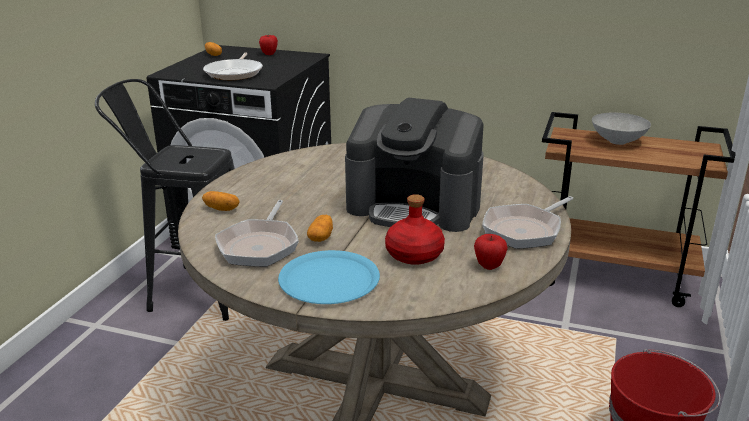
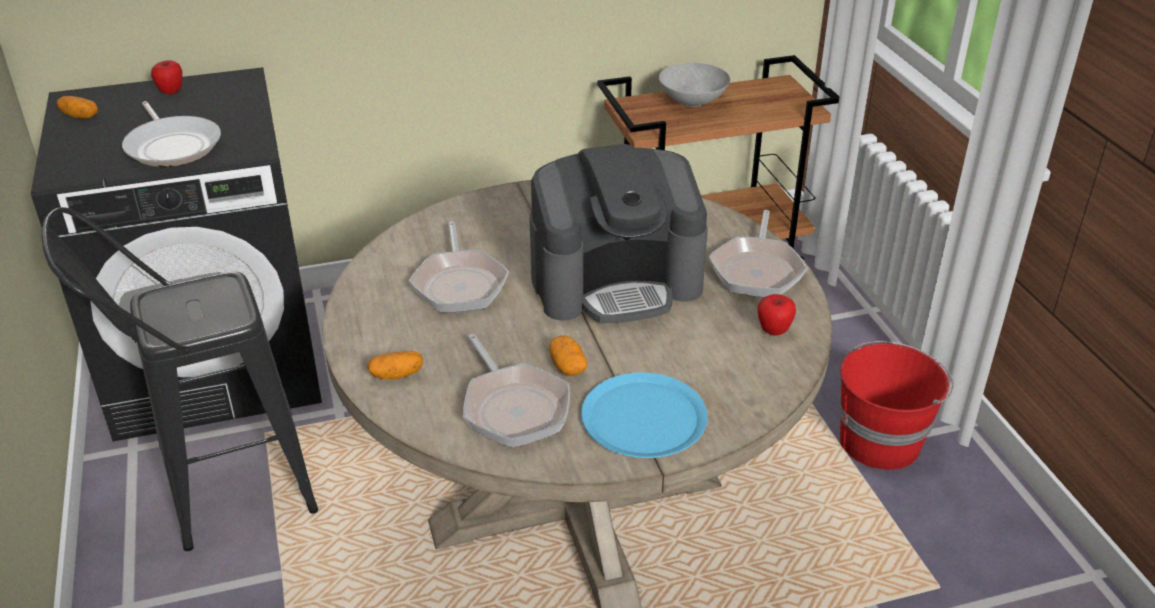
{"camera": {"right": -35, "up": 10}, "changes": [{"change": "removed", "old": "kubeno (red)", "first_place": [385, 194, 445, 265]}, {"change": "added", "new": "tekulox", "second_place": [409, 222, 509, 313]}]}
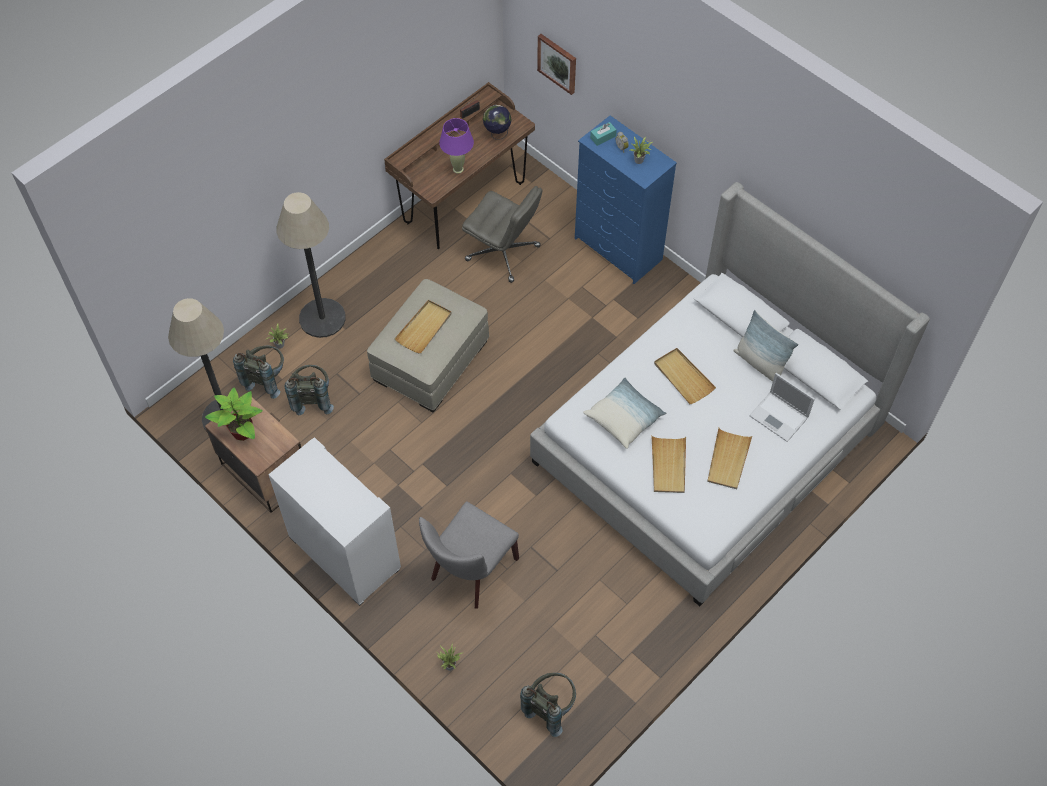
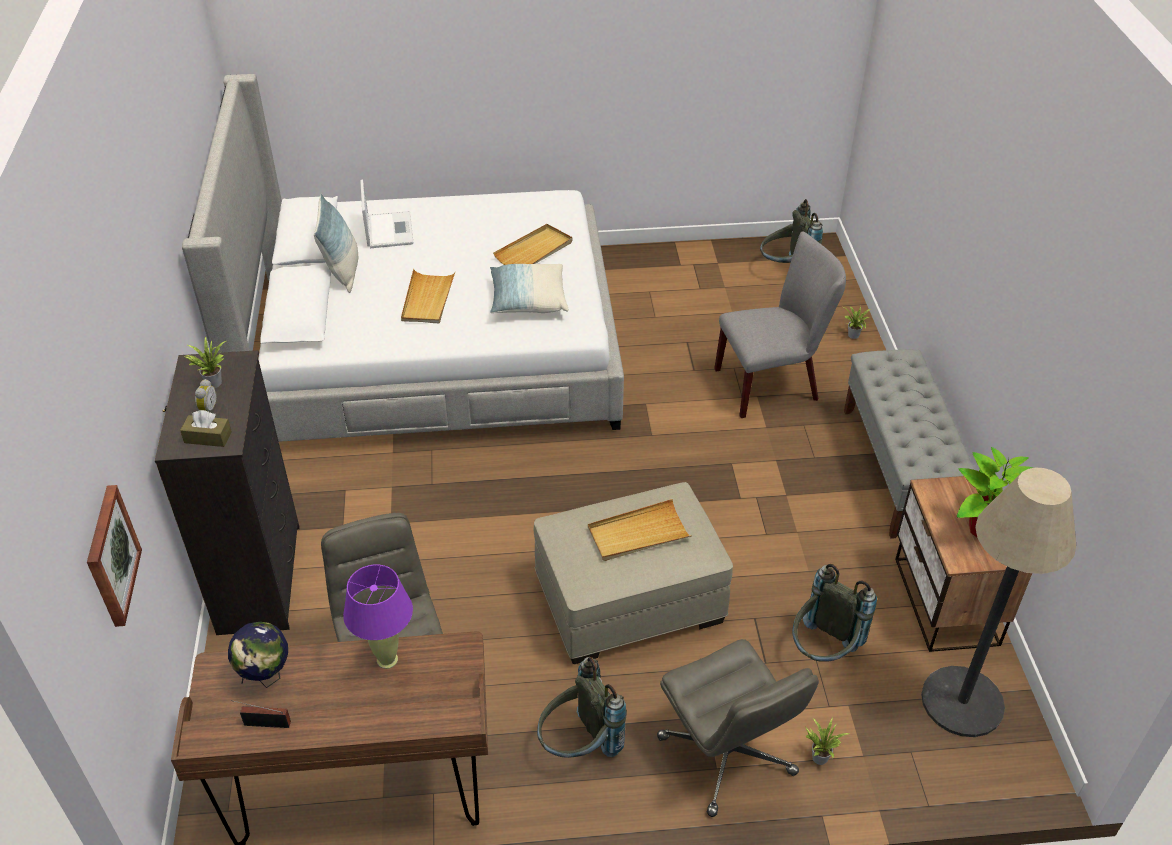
{"camera": {"right": -140, "up": -15}, "changes": [{"change": "moved", "old": "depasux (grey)", "first_place": [233, 345, 284, 399], "second_place": [537, 657, 627, 758]}, {"change": "replaced", "old": "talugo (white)", "new": "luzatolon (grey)", "first_place": [268, 437, 401, 606], "second_place": [844, 349, 975, 539]}, {"change": "replaced", "old": "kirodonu", "new": "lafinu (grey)", "first_place": [277, 192, 346, 338], "second_place": [657, 639, 819, 817]}, {"change": "recoloured", "old": "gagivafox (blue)", "new": "gagivafox (black)", "first_place": [575, 115, 677, 284], "second_place": [155, 350, 300, 635]}, {"change": "recoloured", "old": "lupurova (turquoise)", "new": "lupurova (brown)", "first_place": [590, 122, 617, 146], "second_place": [180, 410, 232, 447]}, {"change": "removed", "old": "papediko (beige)", "first_place": [707, 428, 752, 489]}]}
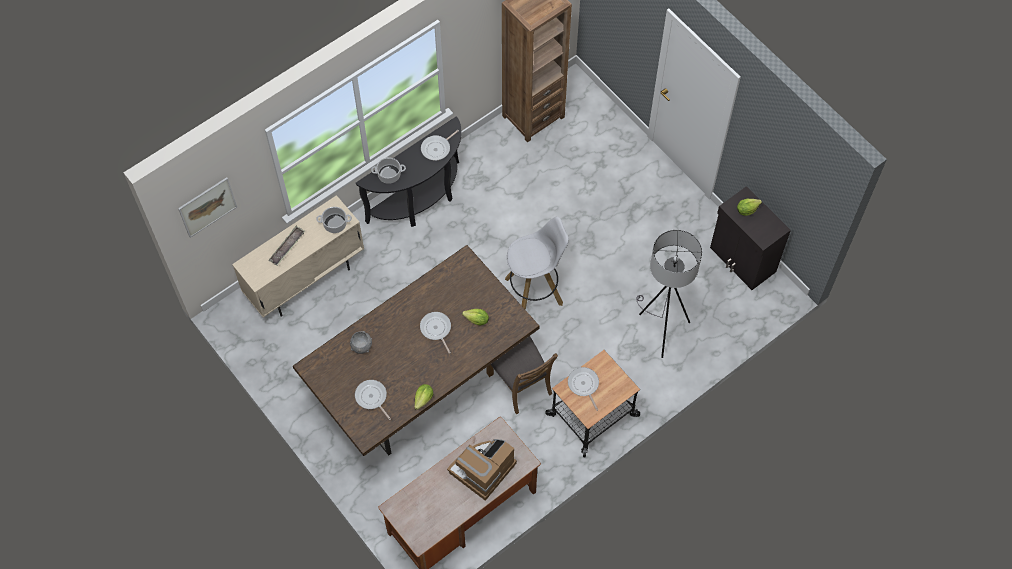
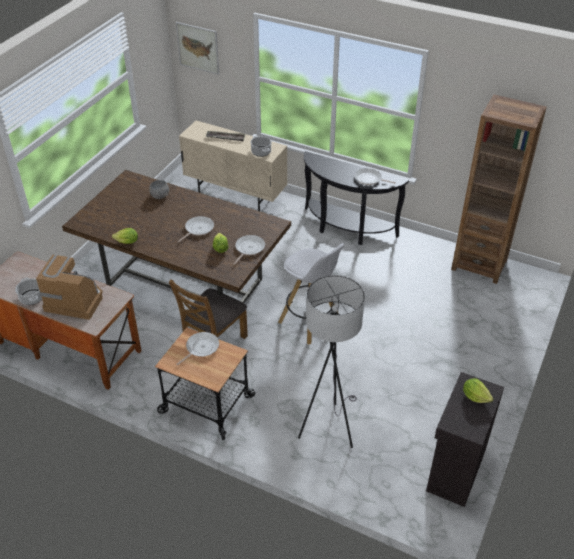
{"camera": {"right": 65, "up": -20}, "changes": [{"change": "moved", "old": "tekulox", "first_place": [355, 380, 391, 420], "second_place": [234, 235, 265, 265]}, {"change": "moved", "old": "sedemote", "first_place": [371, 157, 406, 184], "second_place": [15, 277, 42, 305]}]}
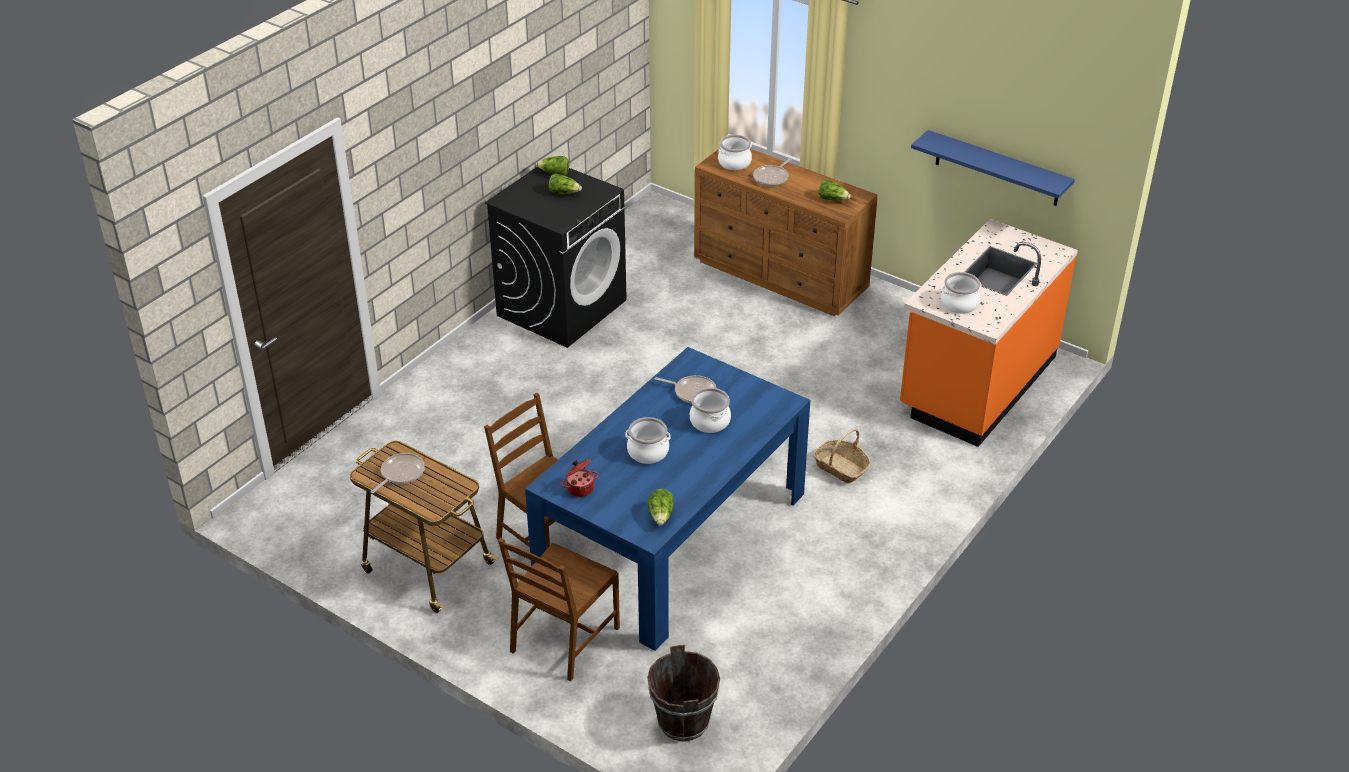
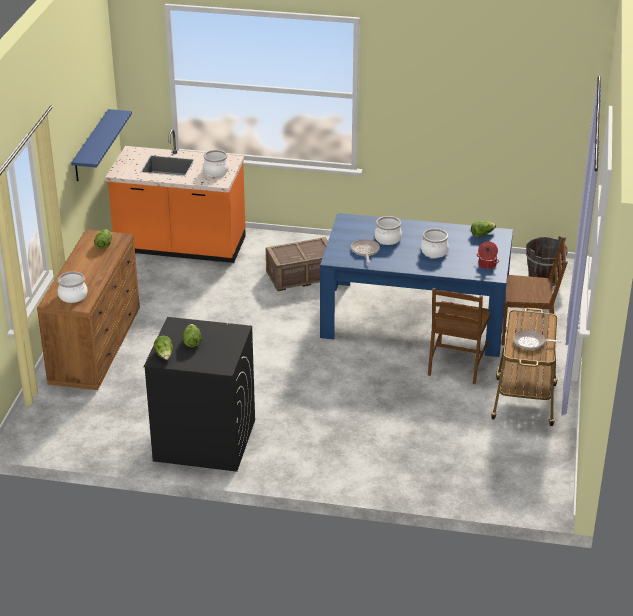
{"camera": {"right": -115, "up": -5}, "changes": [{"change": "removed", "old": "tekulox", "first_place": [753, 158, 792, 186]}, {"change": "replaced", "old": "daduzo", "new": "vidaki", "first_place": [813, 429, 871, 484], "second_place": [266, 237, 328, 291]}]}
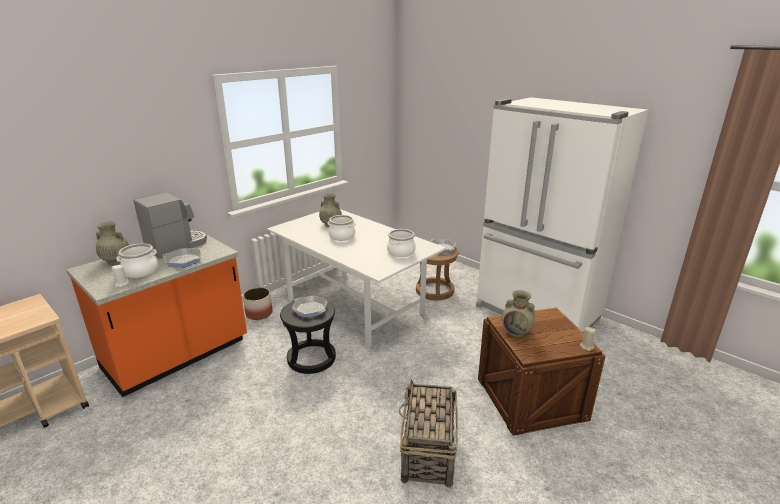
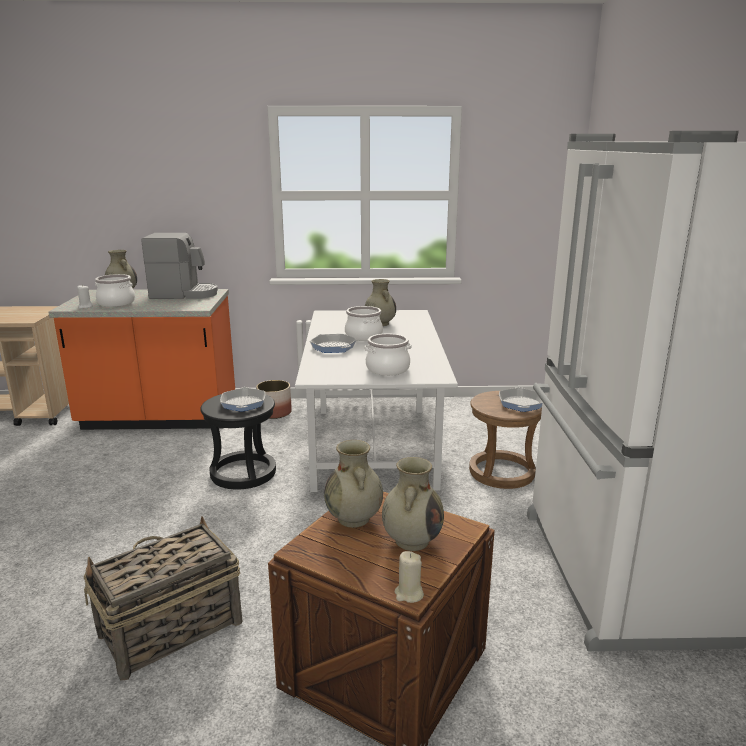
{"camera": {"right": 45, "up": -5}, "changes": [{"change": "moved", "old": "tekulox", "first_place": [163, 248, 204, 268], "second_place": [310, 334, 357, 353]}, {"change": "added", "new": "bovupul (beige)", "second_place": [382, 457, 444, 551]}]}
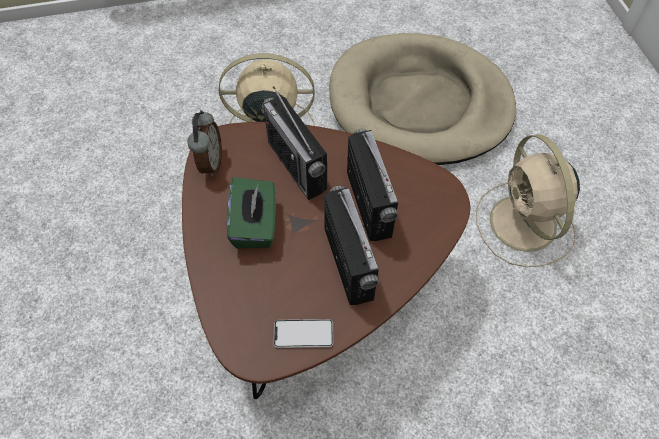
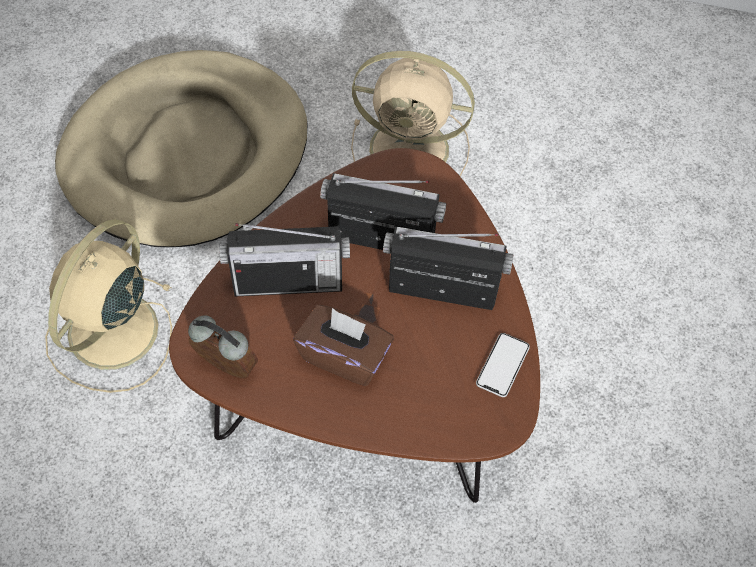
{"camera": {"right": -65, "up": 0}, "changes": [{"change": "recoloured", "old": "lupurova (green)", "new": "lupurova (brown)", "first_place": [227, 177, 276, 249], "second_place": [293, 304, 394, 386]}]}
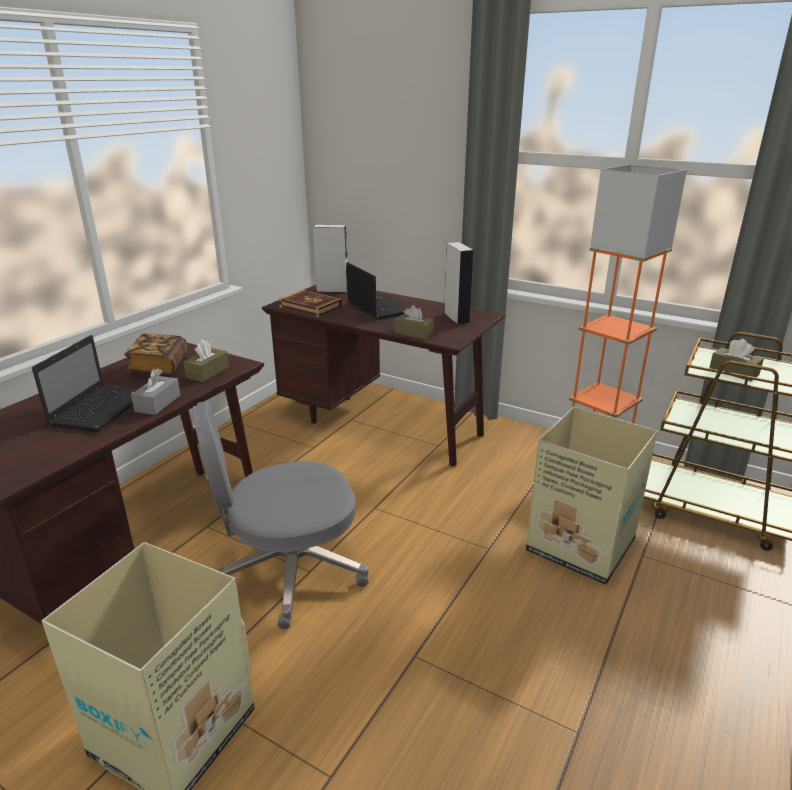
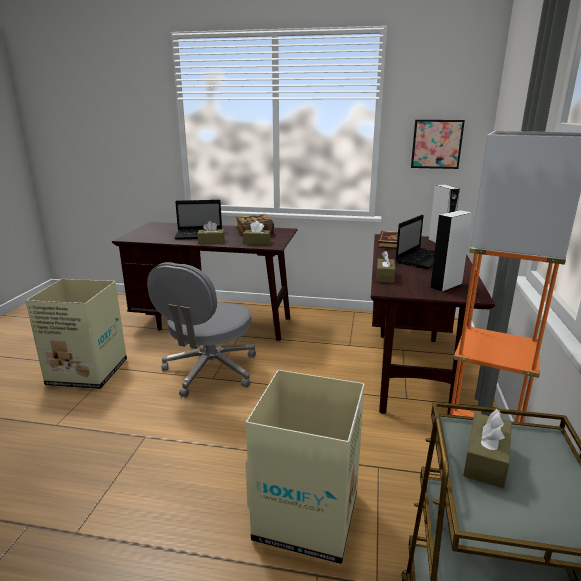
{"camera": {"right": 70, "up": -5}, "changes": [{"change": "recoloured", "old": "lupurova (grey)", "new": "lupurova (brown)", "first_place": [131, 368, 180, 415], "second_place": [197, 221, 225, 244]}, {"change": "turned", "old": "lafinu (grey)", "first_place": [193, 401, 369, 630], "second_place": [147, 262, 256, 397], "degrees": -120}, {"change": "added", "new": "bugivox", "second_place": [411, 120, 465, 169]}]}
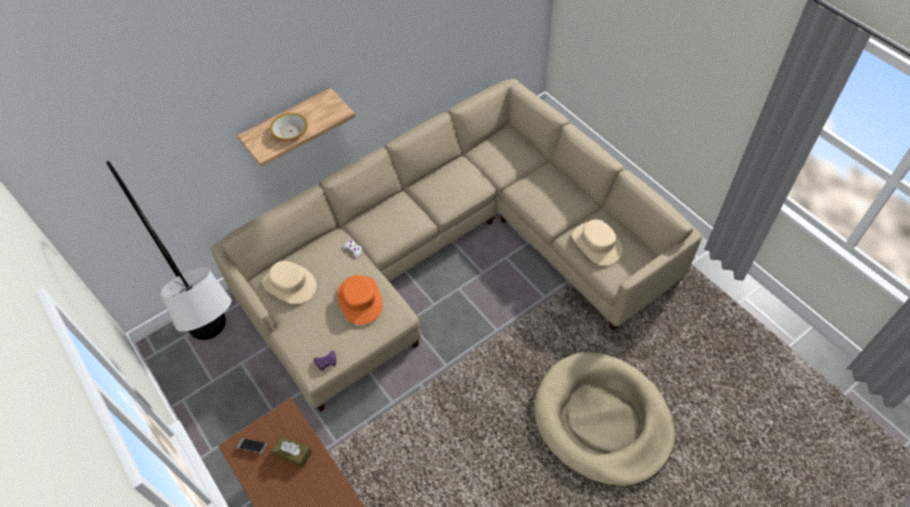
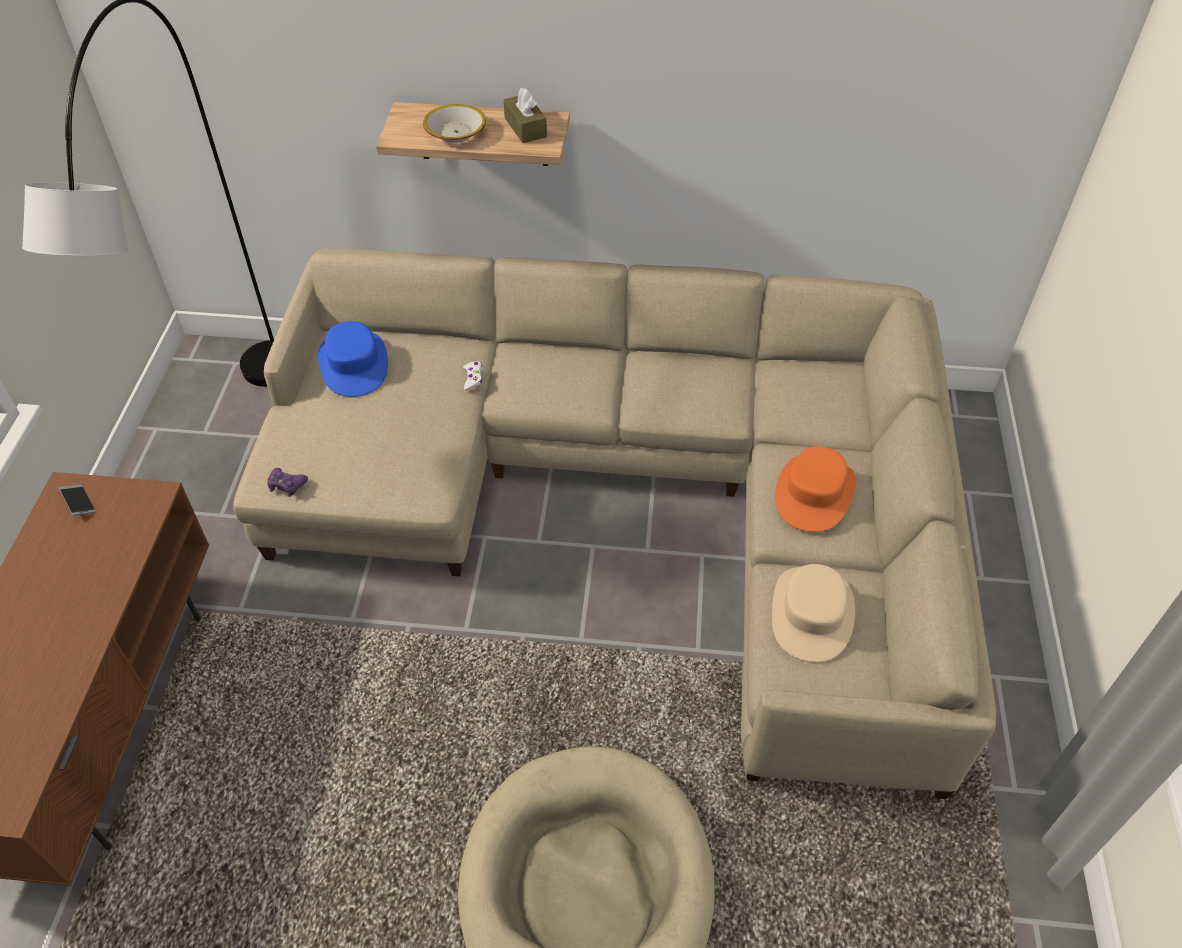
{"camera": {"right": 40, "up": -5}, "changes": [{"change": "recoloured", "old": "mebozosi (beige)", "new": "mebozosi (blue)", "first_place": [263, 261, 317, 304], "second_place": [318, 321, 388, 397]}, {"change": "moved", "old": "lupurova (brown)", "first_place": [272, 436, 312, 468], "second_place": [504, 88, 547, 143]}, {"change": "moved", "old": "mebozosi (orange)", "first_place": [337, 275, 382, 325], "second_place": [775, 446, 856, 532]}]}
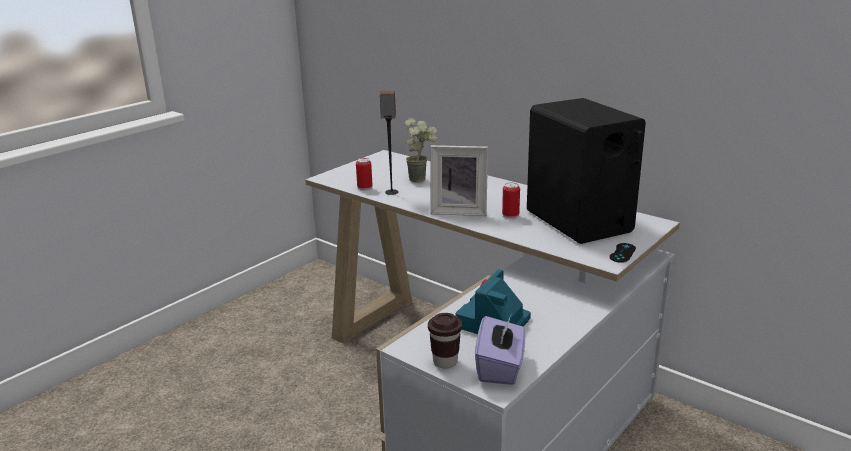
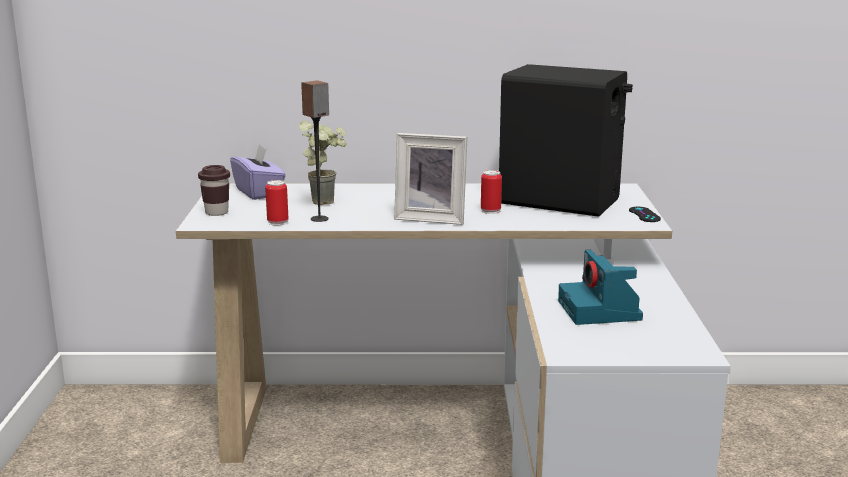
{"camera": {"right": -40, "up": -5}, "changes": [{"change": "moved", "old": "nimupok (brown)", "first_place": [428, 313, 462, 368], "second_place": [198, 165, 230, 216]}, {"change": "turned", "old": "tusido", "first_place": [430, 145, 488, 216], "second_place": [394, 133, 467, 225], "degrees": 45}, {"change": "moved", "old": "lupurova (purple)", "first_place": [475, 316, 526, 385], "second_place": [230, 144, 286, 200]}]}
